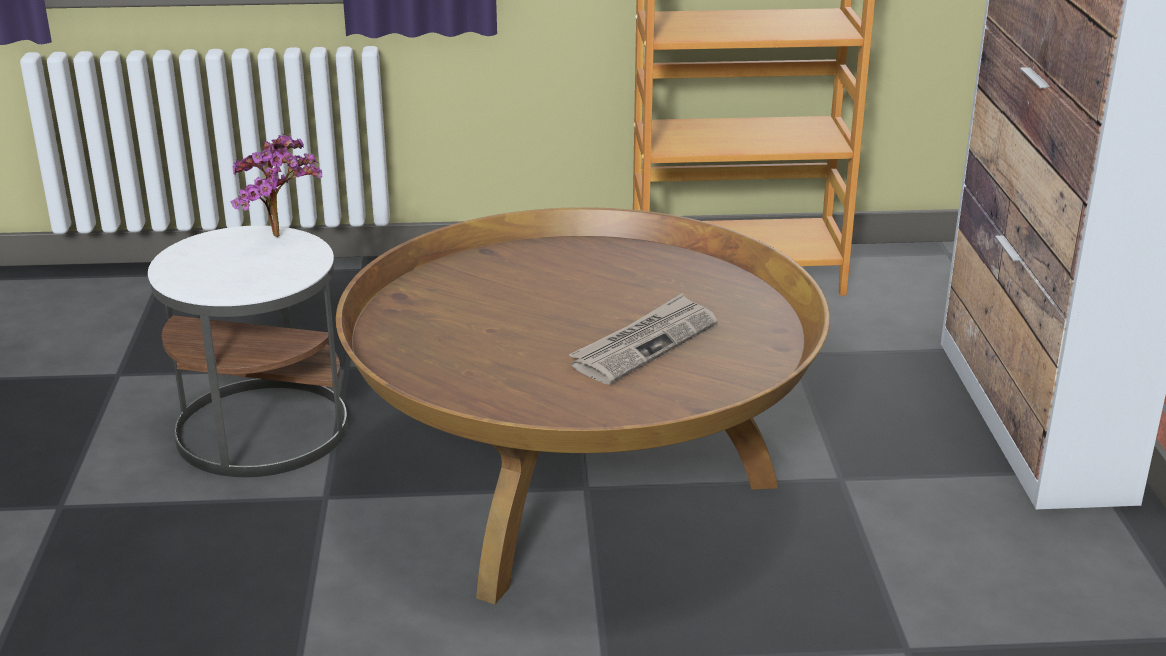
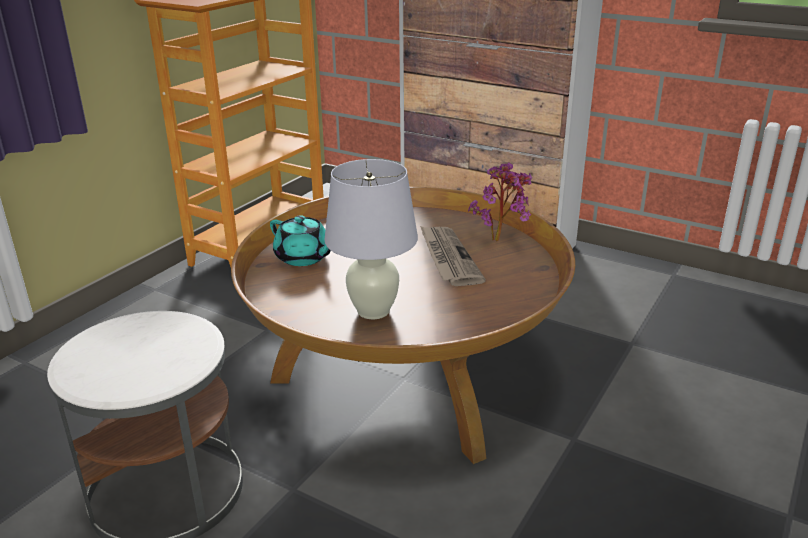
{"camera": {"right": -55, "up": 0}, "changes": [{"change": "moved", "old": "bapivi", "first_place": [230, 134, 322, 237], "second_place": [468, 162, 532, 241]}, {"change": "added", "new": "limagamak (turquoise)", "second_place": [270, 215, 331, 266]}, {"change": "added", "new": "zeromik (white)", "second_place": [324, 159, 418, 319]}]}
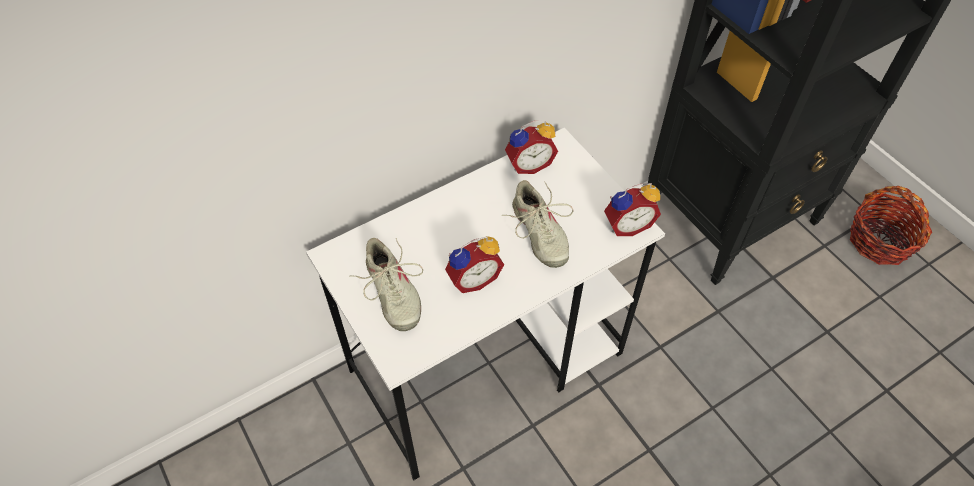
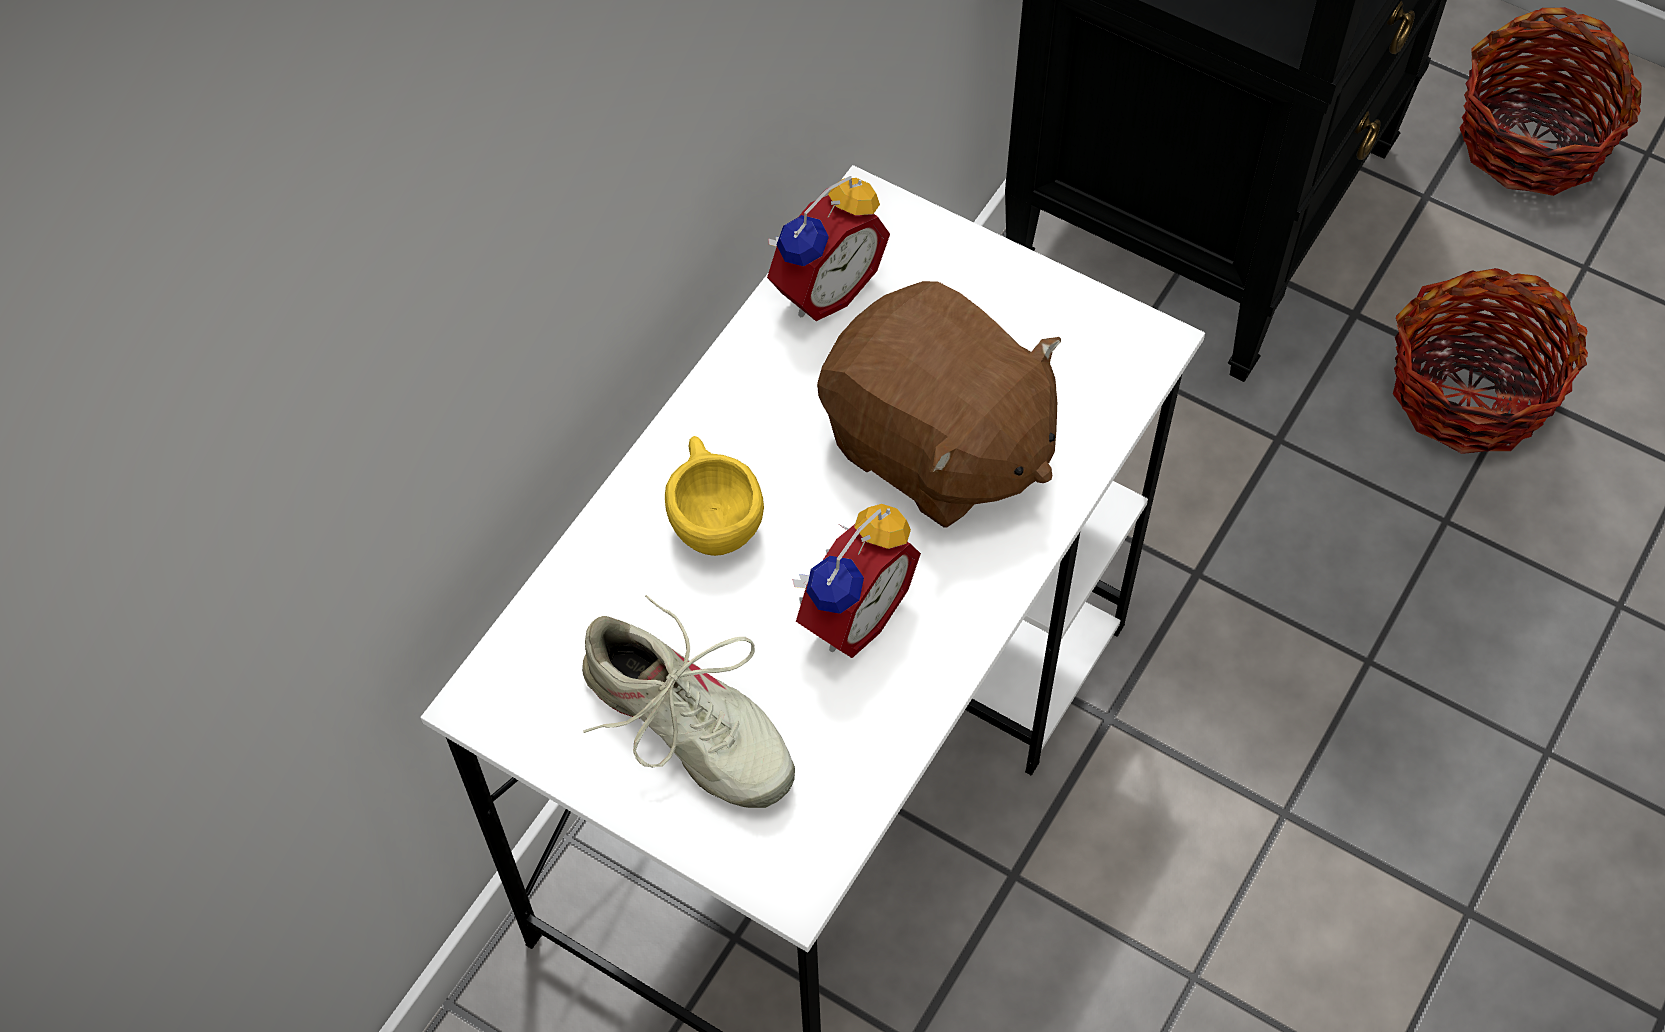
{"camera": {"right": -25, "up": 5}, "changes": [{"change": "replaced", "old": "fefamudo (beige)", "new": "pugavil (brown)", "first_place": [502, 180, 573, 268], "second_place": [817, 281, 1061, 527]}, {"change": "removed", "old": "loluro", "first_place": [604, 183, 661, 236]}, {"change": "added", "new": "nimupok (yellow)", "second_place": [665, 436, 764, 556]}, {"change": "added", "new": "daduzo", "second_place": [1393, 268, 1588, 454]}]}
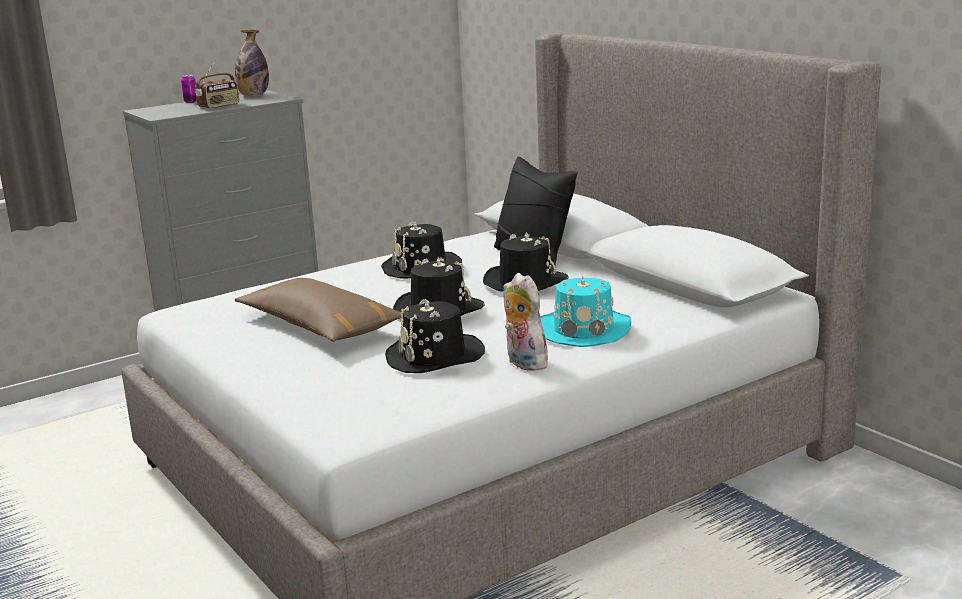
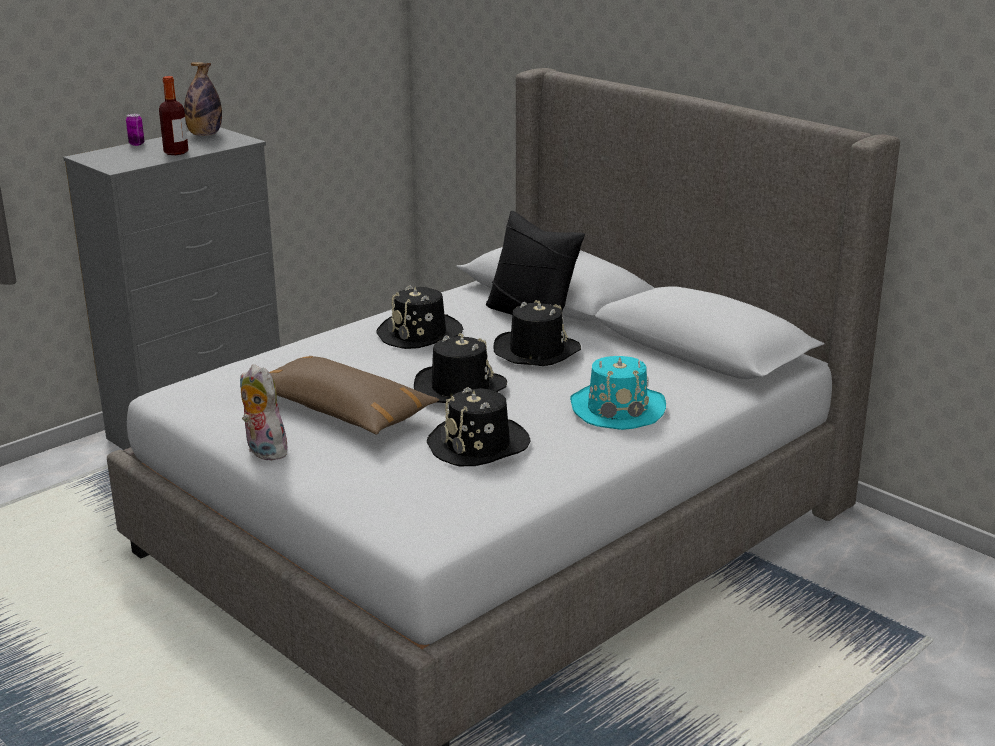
{"camera": {"right": -10, "up": 5}, "changes": [{"change": "replaced", "old": "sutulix", "new": "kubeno", "first_place": [195, 59, 239, 109], "second_place": [159, 76, 188, 155]}, {"change": "moved", "old": "pugavil", "first_place": [503, 273, 548, 371], "second_place": [240, 364, 288, 460]}]}
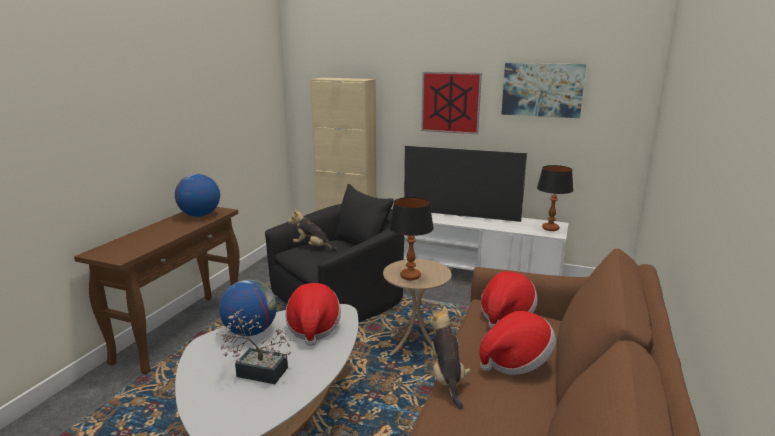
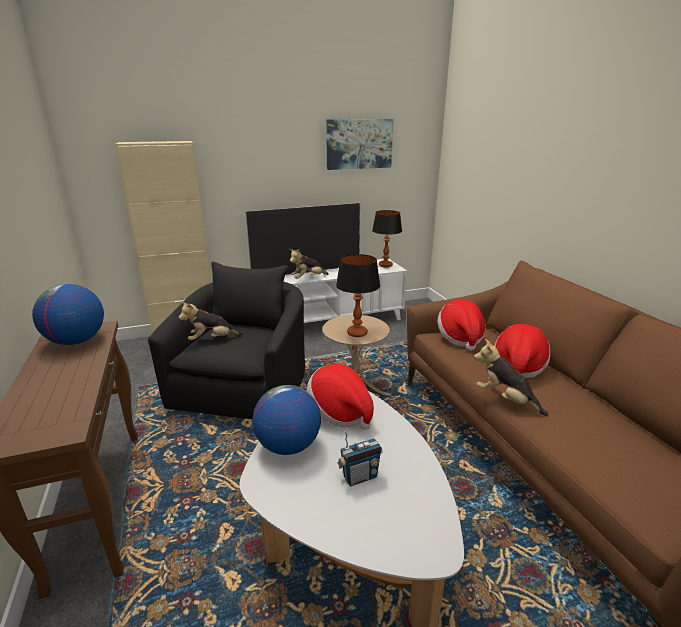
{"camera": {"right": -40, "up": 5}, "changes": [{"change": "replaced", "old": "bapivi", "new": "sutulix", "first_place": [216, 309, 295, 384], "second_place": [338, 431, 383, 486]}, {"change": "removed", "old": "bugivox", "first_place": [421, 72, 482, 134]}, {"change": "added", "new": "pugavil", "second_place": [290, 249, 329, 279]}]}
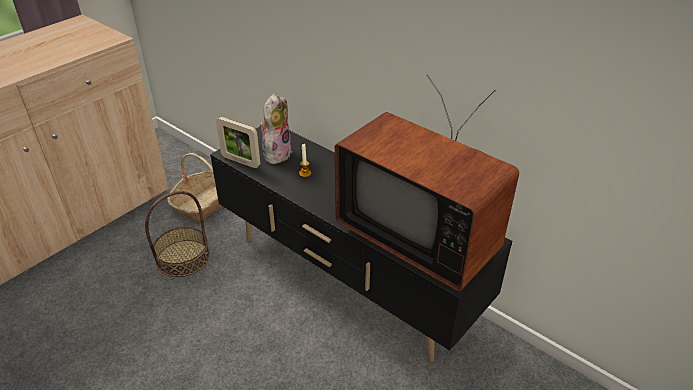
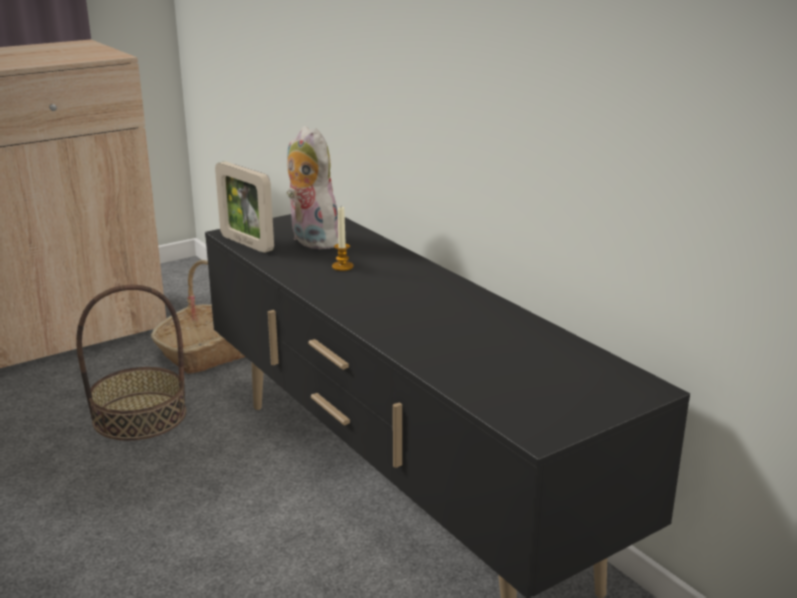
{"camera": {"right": 15, "up": -15}, "changes": [{"change": "turned", "old": "pugavil", "first_place": [260, 93, 292, 164], "second_place": [287, 126, 338, 250], "degrees": -75}, {"change": "removed", "old": "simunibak", "first_place": [335, 74, 519, 291]}]}
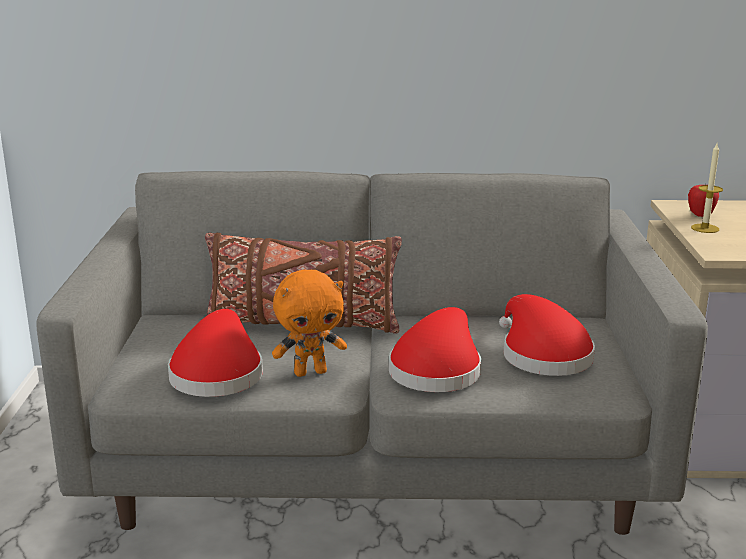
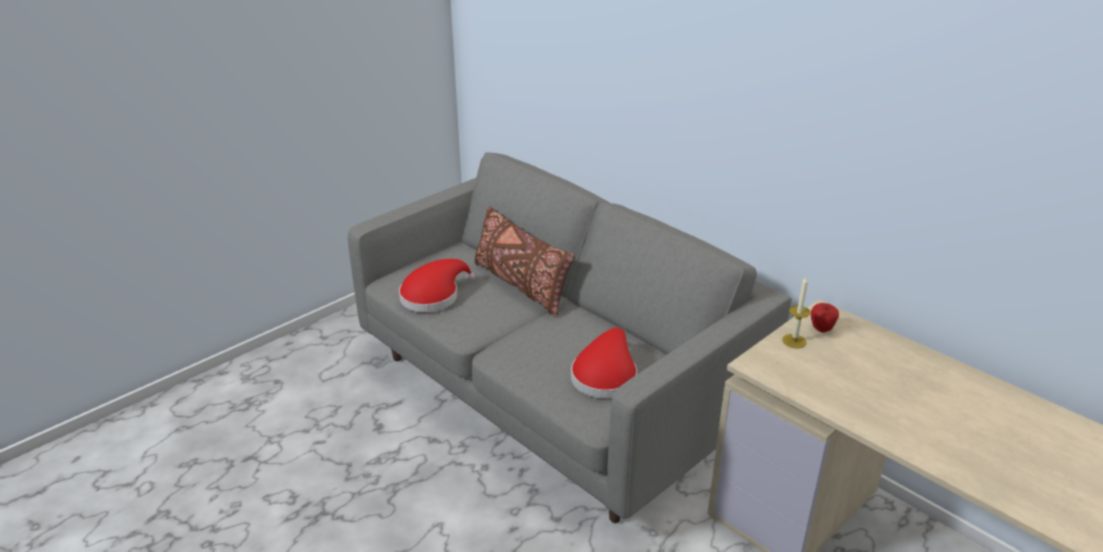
{"camera": {"right": 45, "up": 10}, "changes": [{"change": "removed", "old": "pugavil (orange)", "first_place": [272, 270, 347, 377]}, {"change": "removed", "old": "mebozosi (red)", "first_place": [389, 307, 481, 392]}]}
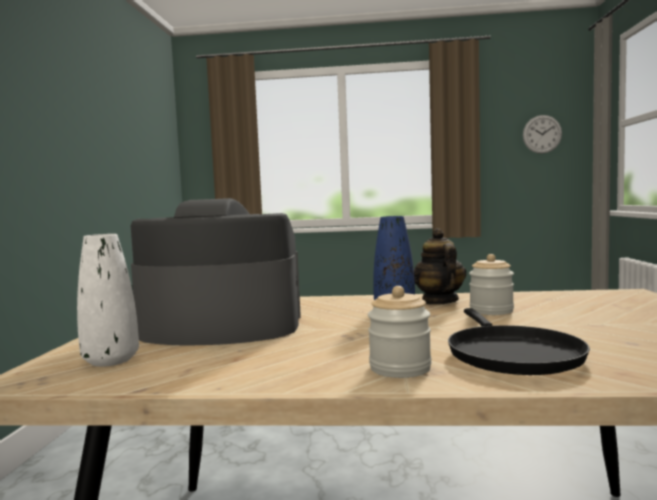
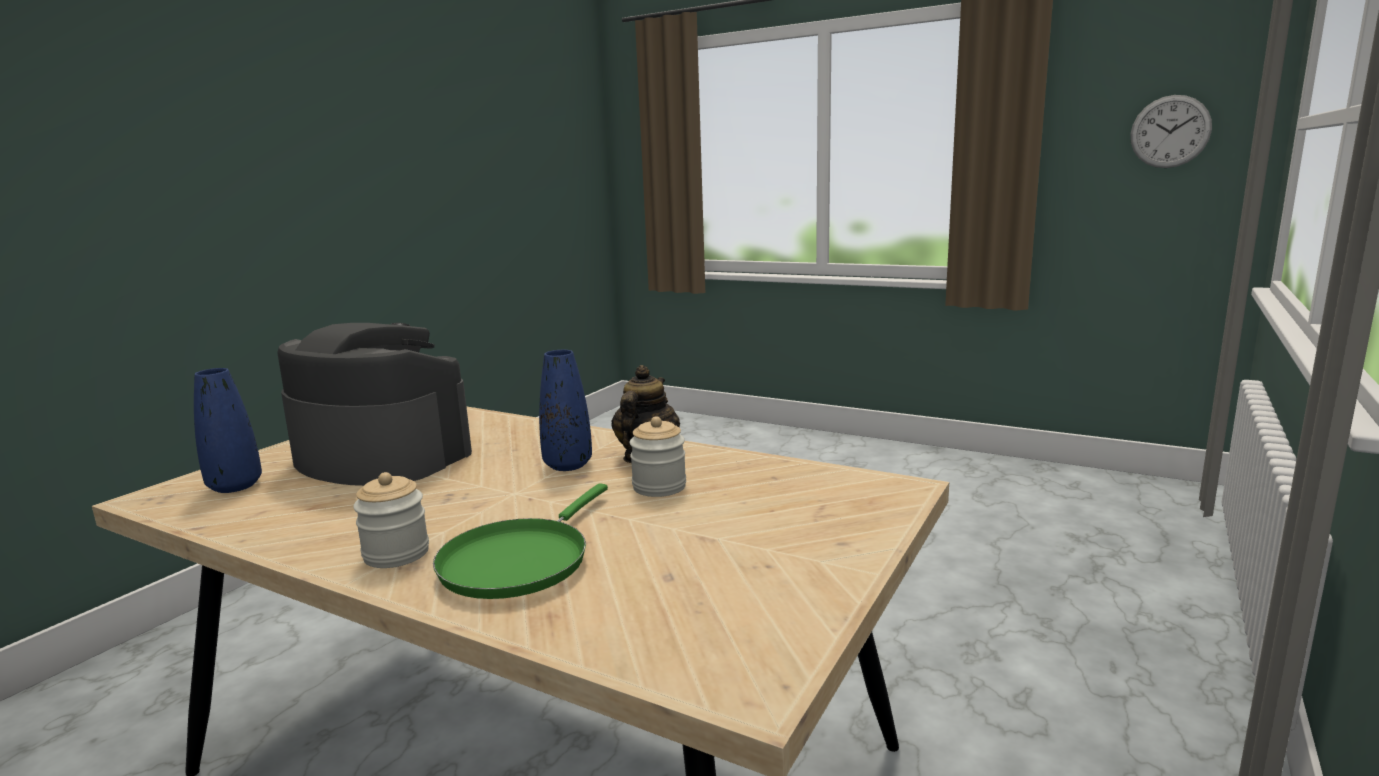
{"camera": {"right": 25, "up": 10}, "changes": [{"change": "recoloured", "old": "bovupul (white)", "new": "bovupul (blue)", "first_place": [77, 234, 139, 367], "second_place": [194, 368, 262, 493]}, {"change": "recoloured", "old": "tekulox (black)", "new": "tekulox (green)", "first_place": [448, 308, 590, 375], "second_place": [433, 483, 608, 599]}]}
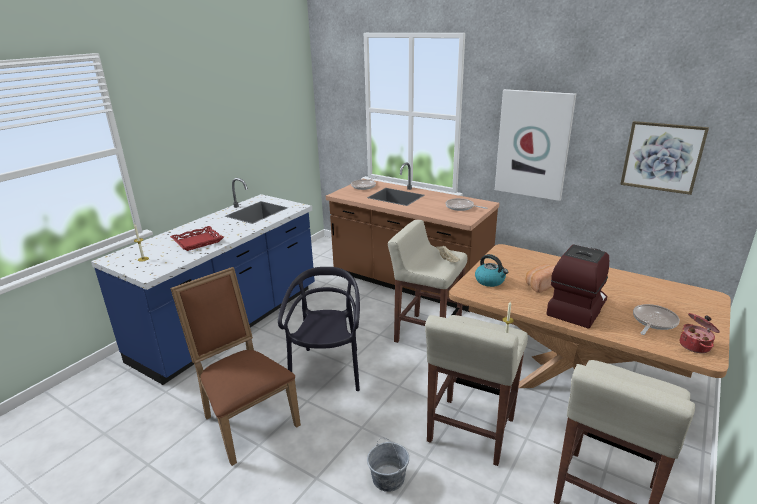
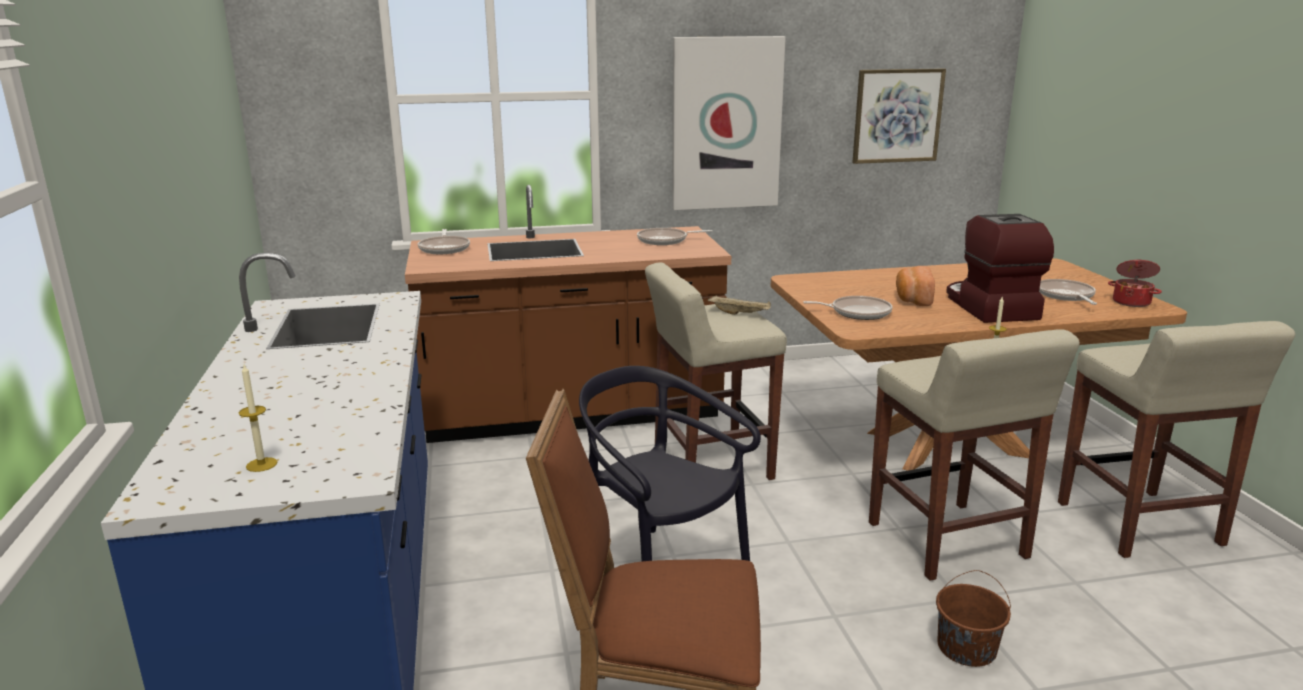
{"camera": {"right": -45, "up": -5}, "changes": [{"change": "removed", "old": "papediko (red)", "first_place": [170, 226, 224, 251]}, {"change": "recoloured", "old": "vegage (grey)", "new": "vegage (brown)", "first_place": [367, 438, 409, 492], "second_place": [936, 570, 1011, 667]}, {"change": "replaced", "old": "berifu", "new": "tekulox", "first_place": [475, 254, 508, 287], "second_place": [803, 296, 893, 320]}]}
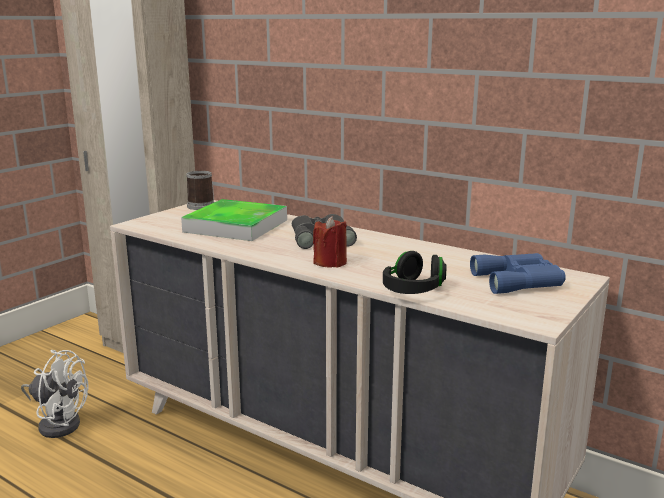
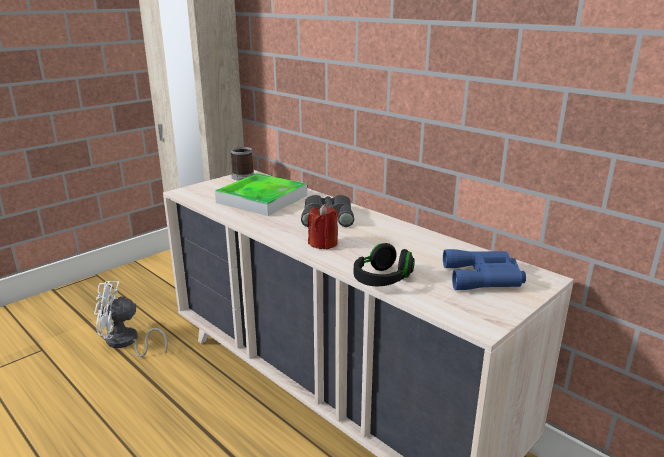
{"camera": {"right": 10, "up": 5}, "changes": [{"change": "turned", "old": "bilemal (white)", "first_place": [21, 350, 88, 438], "second_place": [94, 281, 168, 357], "degrees": 150}]}
